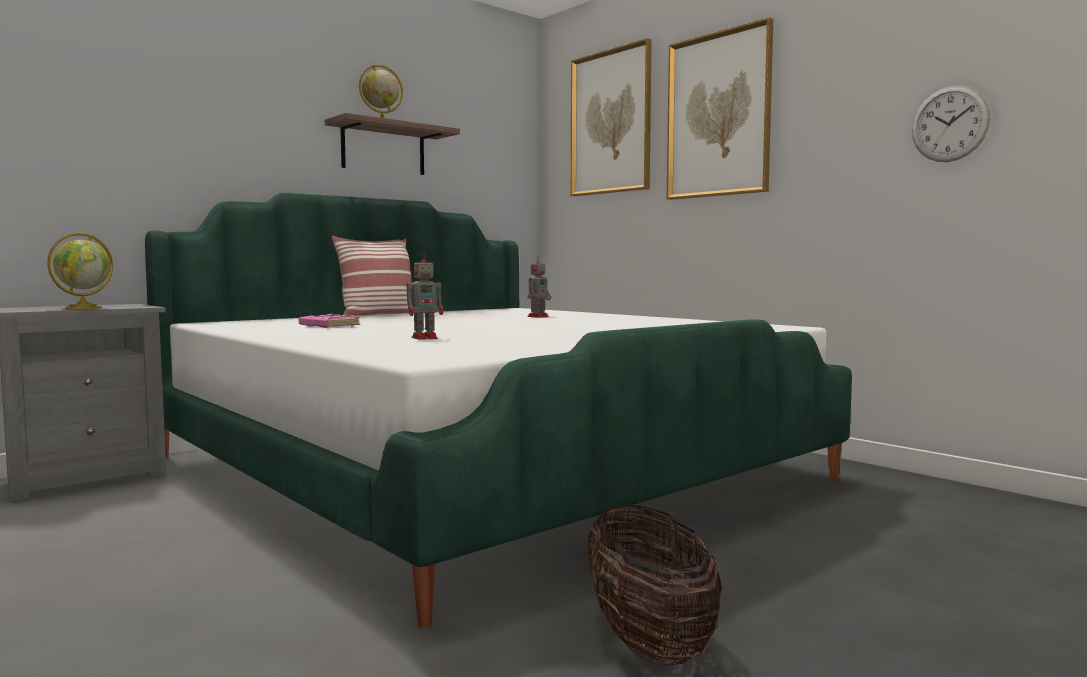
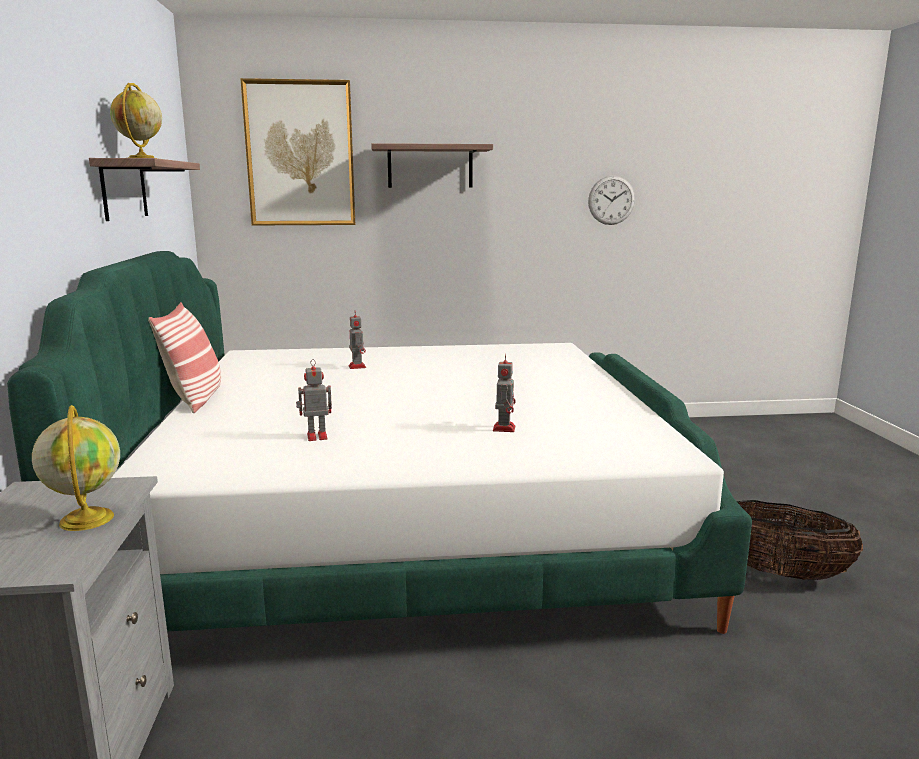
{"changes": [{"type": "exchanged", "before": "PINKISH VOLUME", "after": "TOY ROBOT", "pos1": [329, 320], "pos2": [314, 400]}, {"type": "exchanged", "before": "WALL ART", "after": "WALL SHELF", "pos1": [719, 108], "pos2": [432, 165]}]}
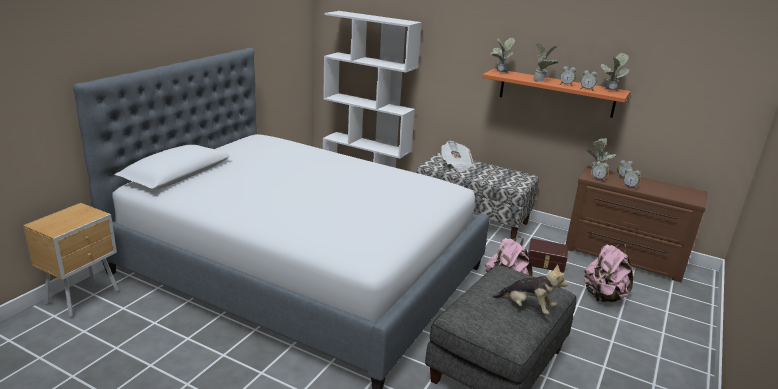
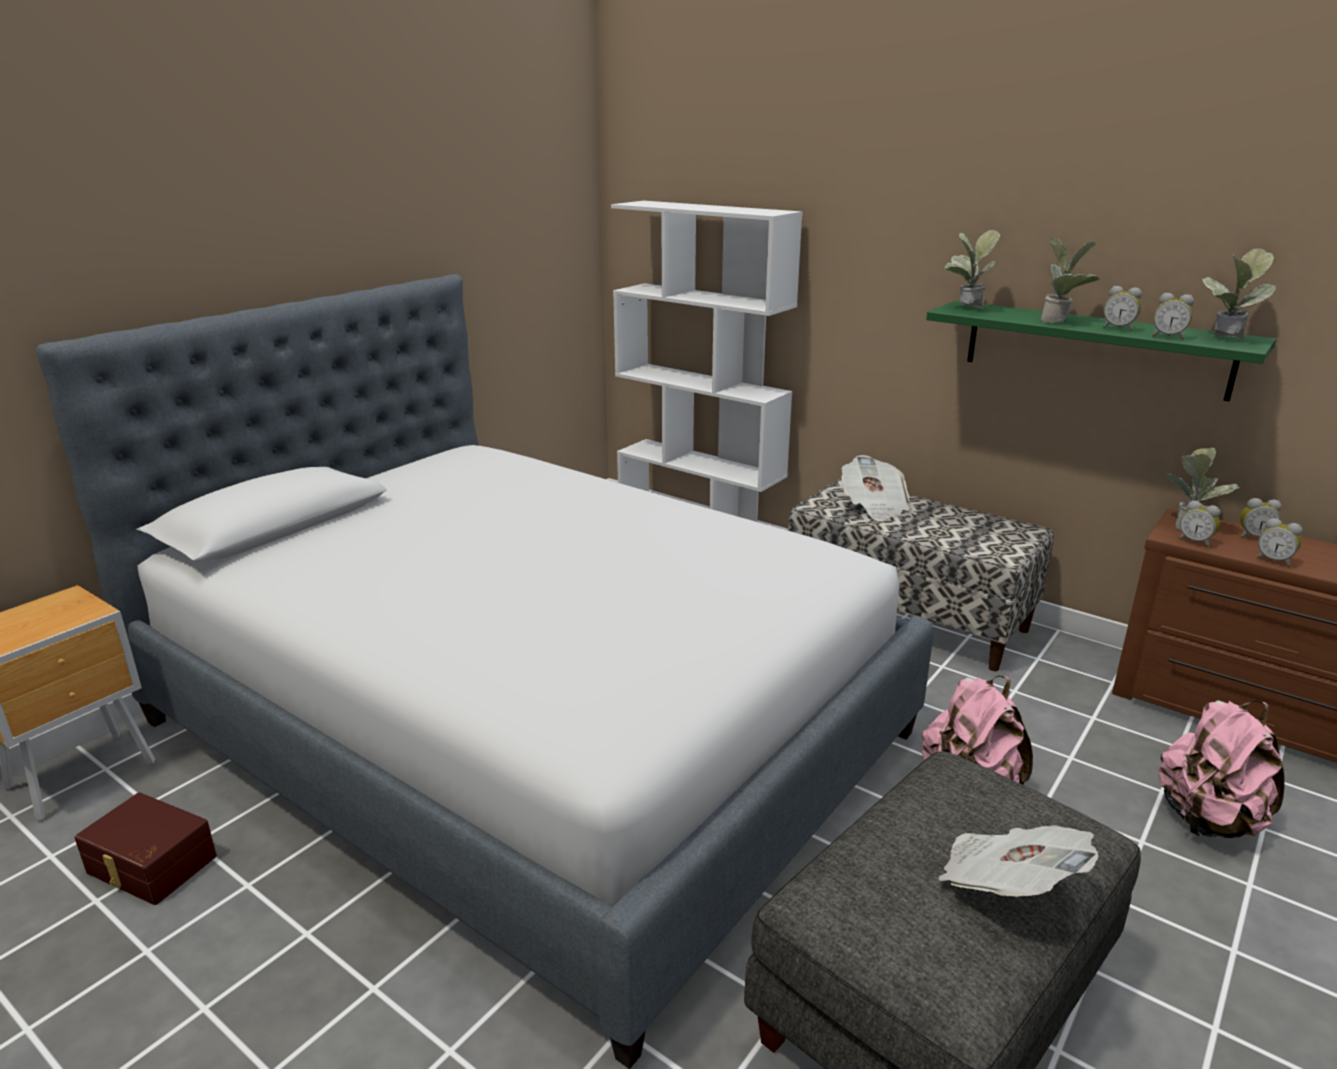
{"changes": [{"type": "relocated", "before": "BROWN-COLOURED STORAGE BIN", "pos1": [548, 255], "pos2": [145, 848]}, {"type": "exchanged", "before": "CUDDLY TOY", "after": "DAILY PAPER", "pos1": [530, 289], "pos2": [1018, 861]}, {"type": "colour", "before": "ORANGE WALL SHELF", "after": "GREENISH WALL SHELF", "pos1": [556, 93], "pos2": [1101, 351]}]}
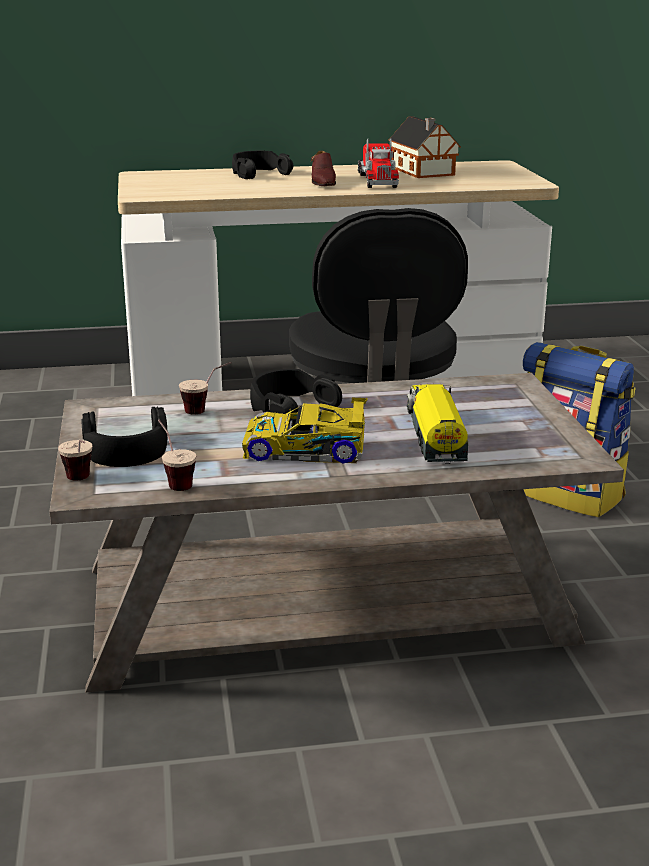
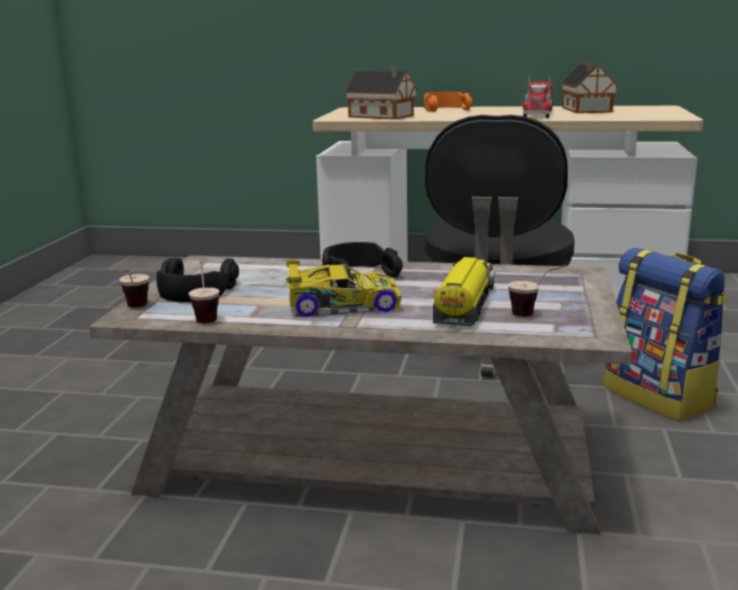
{"changes": [{"type": "missing", "before": "BROWN-COLOURED SHOE", "pos1": [323, 168]}, {"type": "appeared", "after": "MINIATURE HOUSE", "pos2": [381, 93]}, {"type": "relocated", "before": "SMALL CUP", "pos1": [205, 388], "pos2": [537, 291]}, {"type": "colour", "before": "BLACK PAIR OF HEADPHONES", "after": "ORANGE PAIR OF HEADPHONES", "pos1": [262, 165], "pos2": [448, 102]}, {"type": "spun", "before": "MINIATURE CAR", "pos1": [305, 431], "pos2": [343, 288], "turn": 150}]}
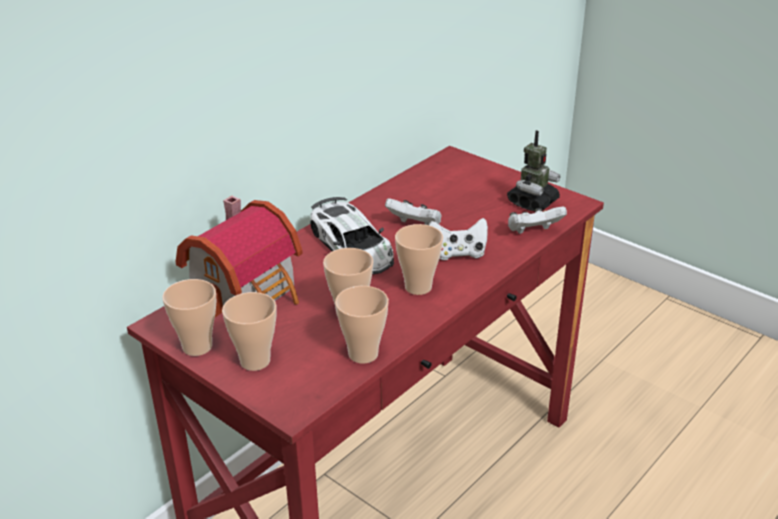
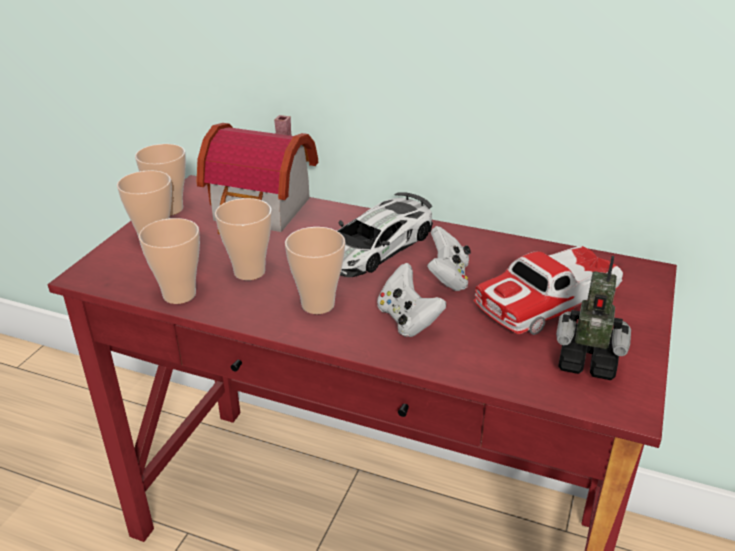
{"changes": [{"type": "missing", "before": "WHITE GAME CONTROLLER", "pos1": [537, 220]}, {"type": "appeared", "after": "MINIATURE CAR", "pos2": [548, 290]}]}
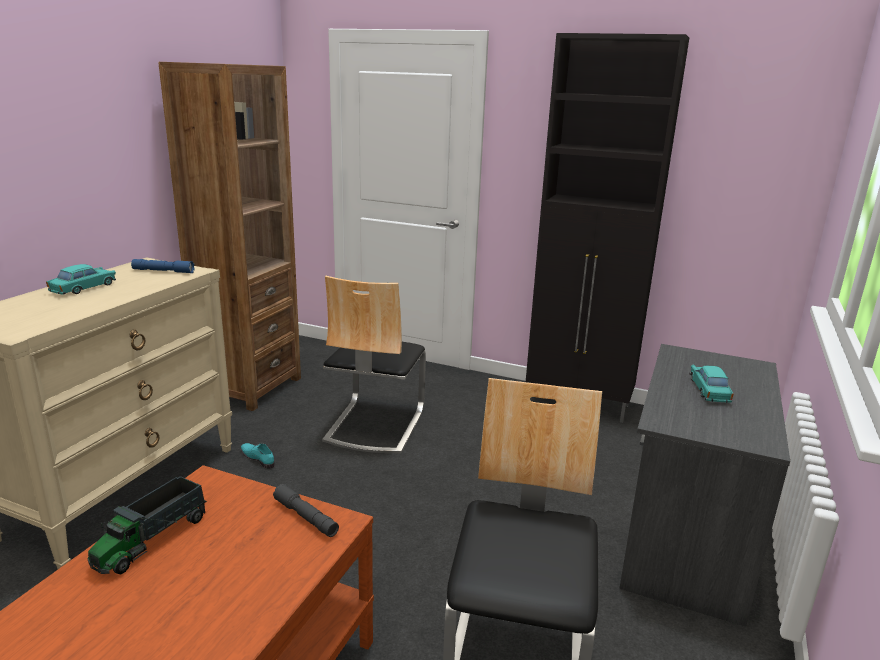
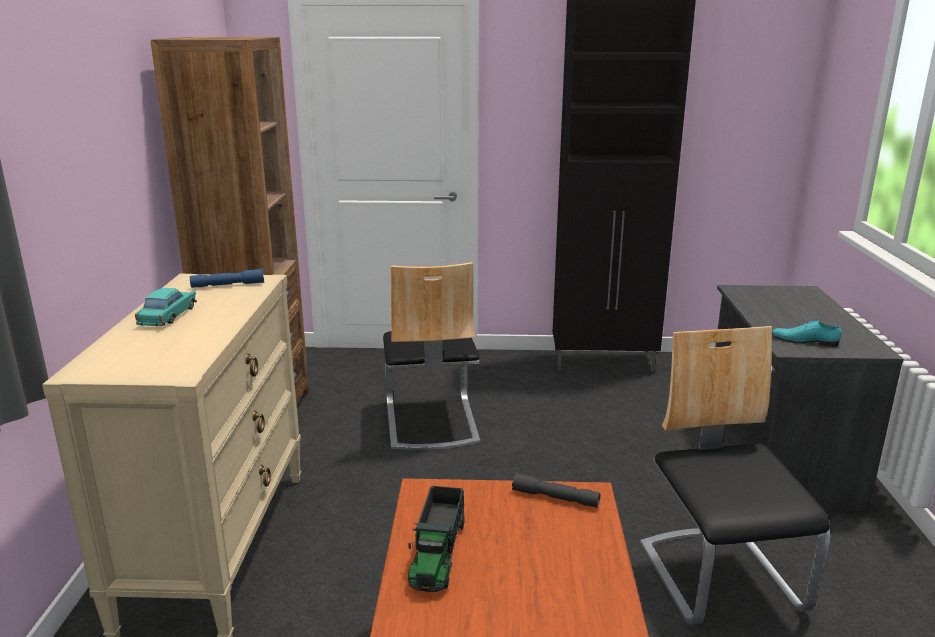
{"changes": [{"type": "missing", "before": "BLUE-GREEN MINIATURE CAR", "pos1": [711, 384]}, {"type": "relocated", "before": "BLUE-GREEN SHOE", "pos1": [257, 456], "pos2": [807, 333]}]}
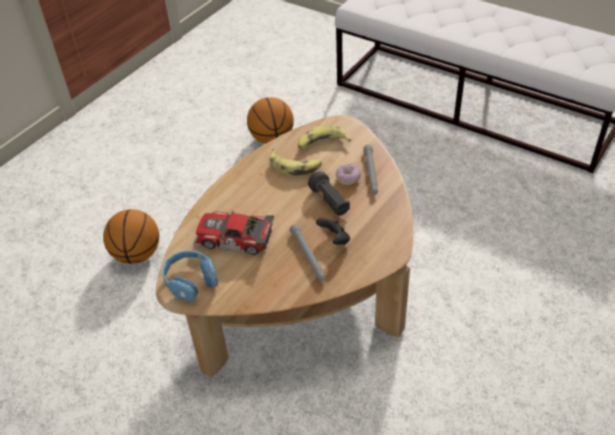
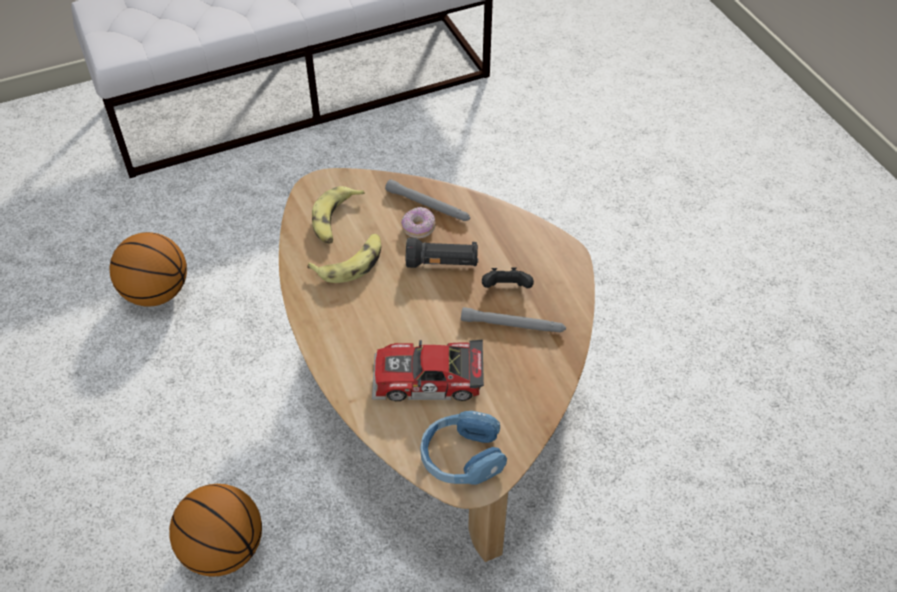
{"changes": [{"type": "spun", "before": "MINIATURE CAR", "pos1": [233, 233], "pos2": [428, 370], "turn": 45}]}
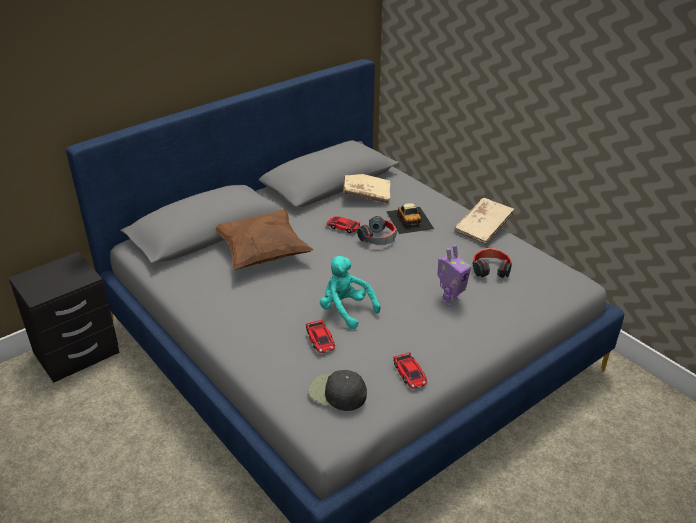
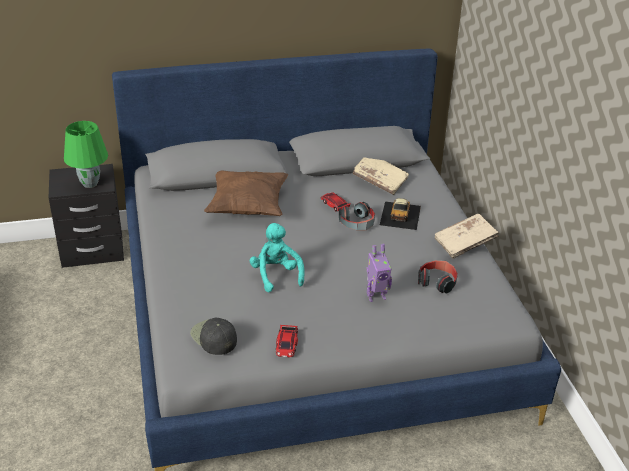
{"changes": [{"type": "missing", "before": "MINIATURE CAR", "pos1": [320, 336]}, {"type": "appeared", "after": "GREENISH TABLE LAMP", "pos2": [86, 154]}]}
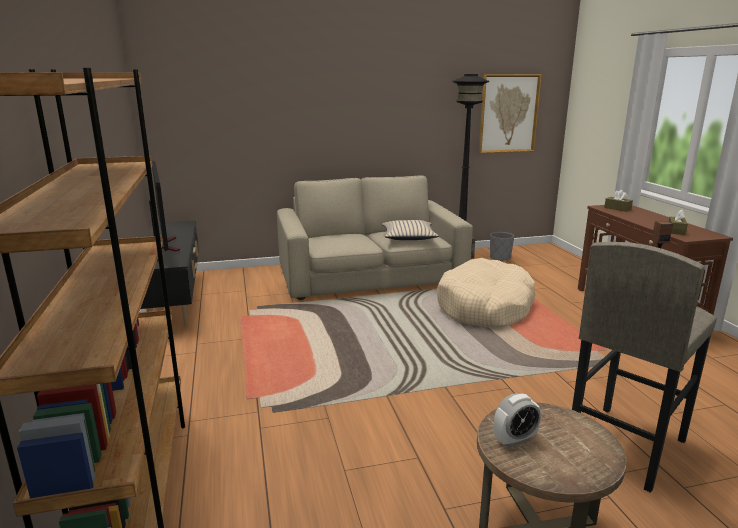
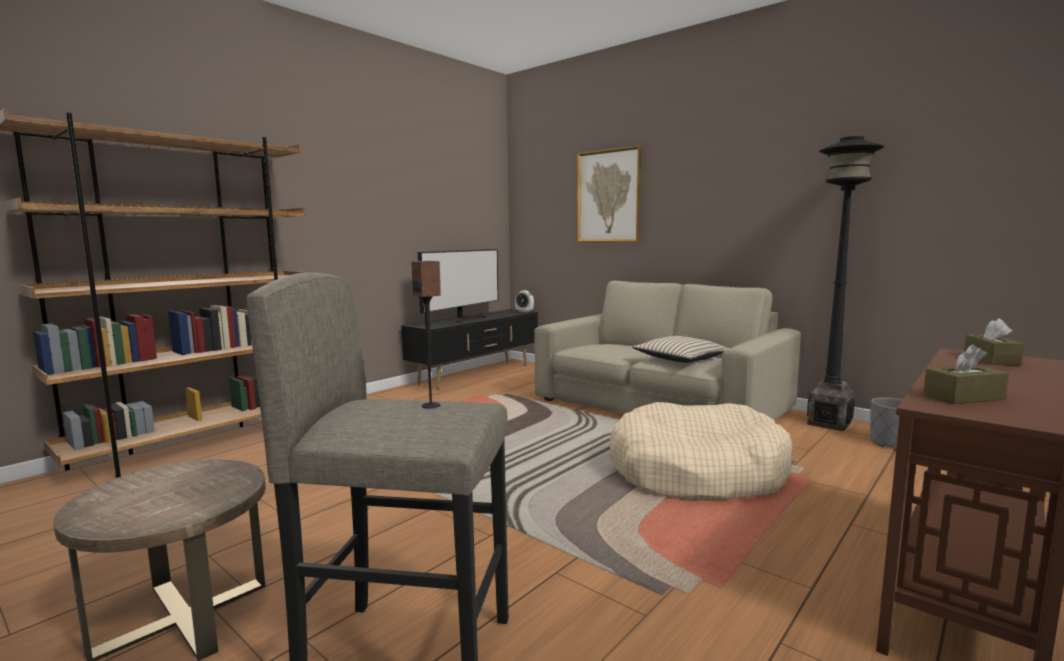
{"changes": [{"type": "relocated", "before": "WALL ART", "pos1": [510, 114], "pos2": [609, 193]}, {"type": "relocated", "before": "TABLE CLOCK", "pos1": [517, 420], "pos2": [524, 301]}]}
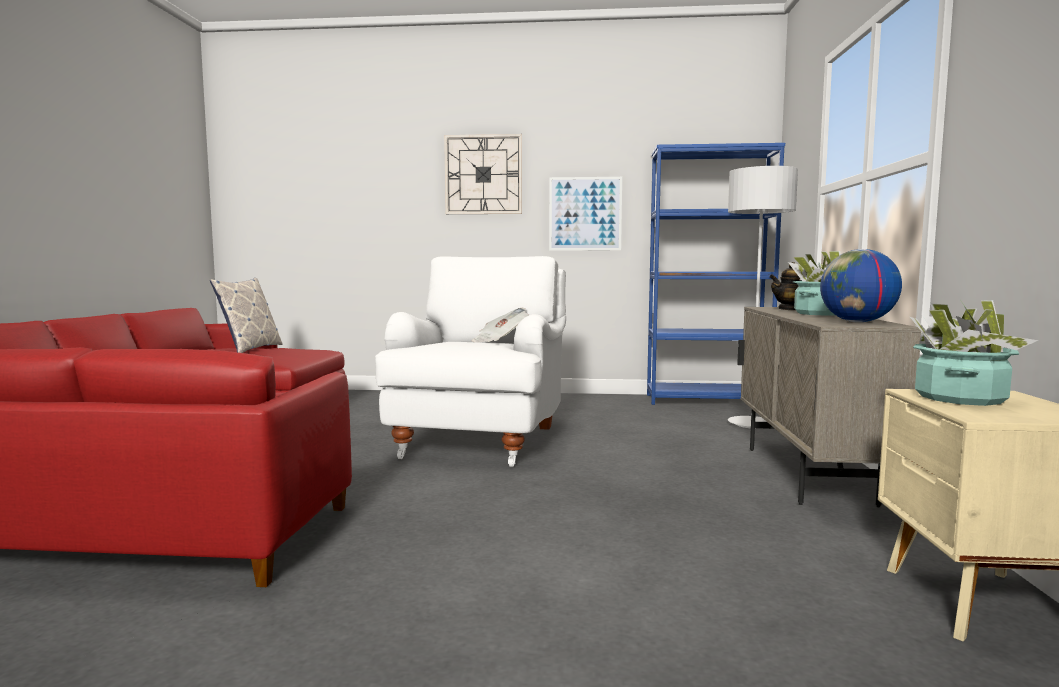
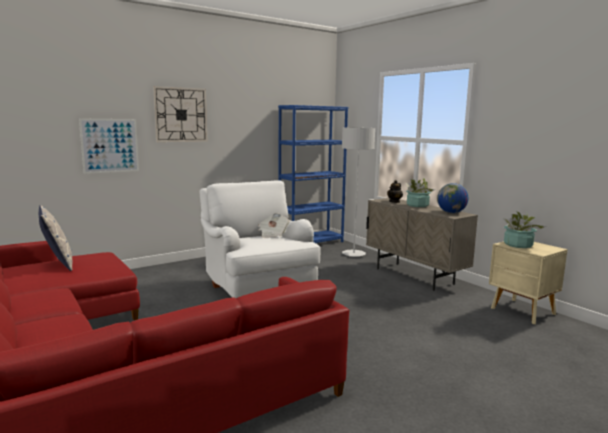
{"changes": [{"type": "relocated", "before": "WALL ART", "pos1": [585, 213], "pos2": [109, 146]}]}
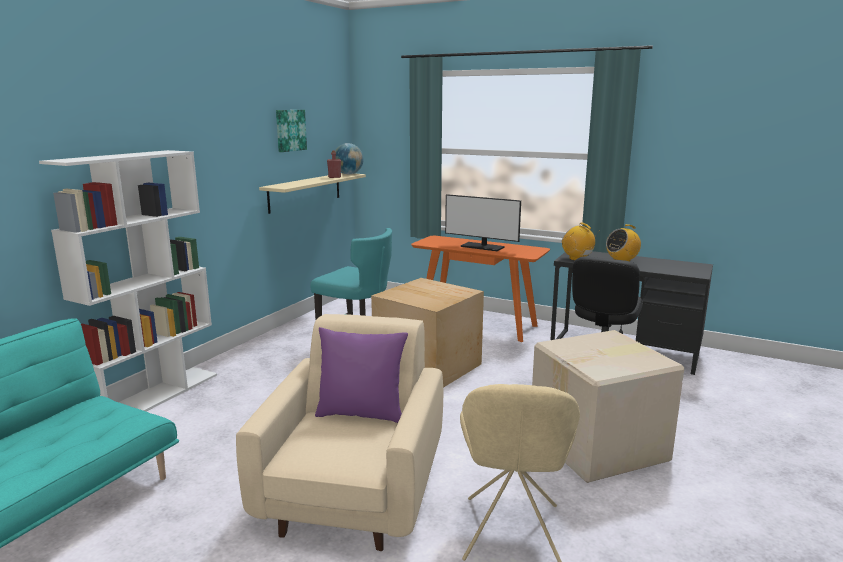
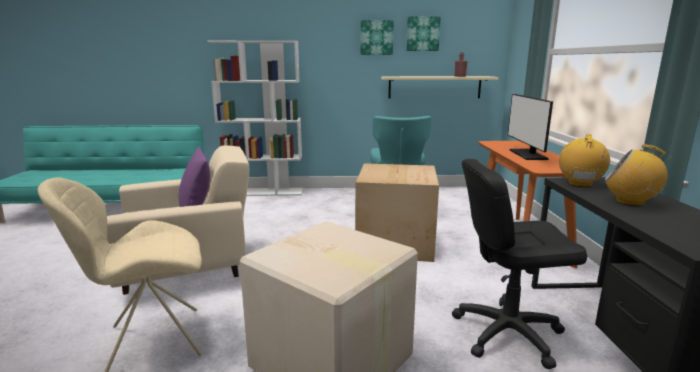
{"changes": [{"type": "missing", "before": "WORLD GLOBE", "pos1": [349, 158]}, {"type": "appeared", "after": "WALL ART", "pos2": [377, 37]}]}
